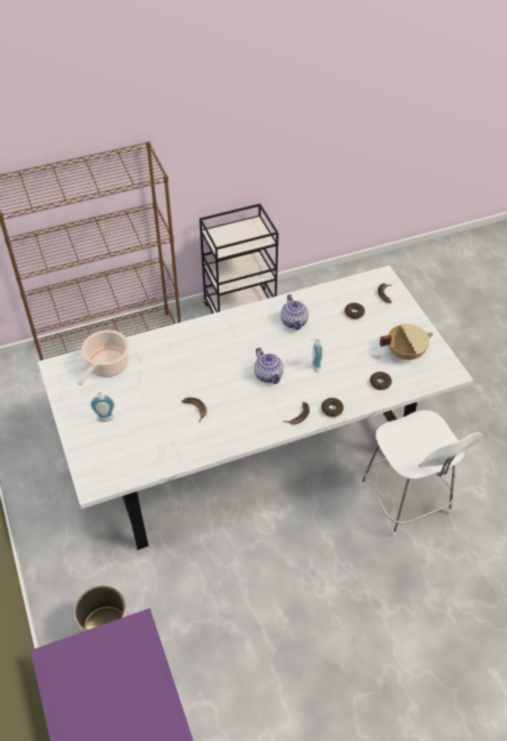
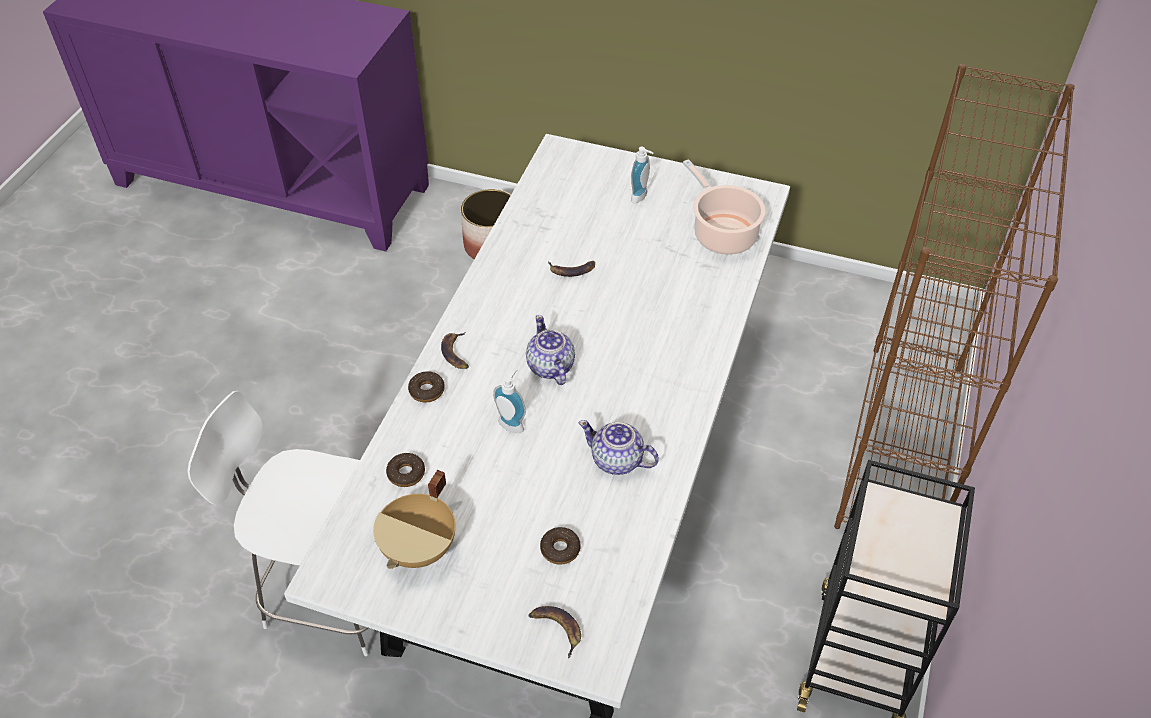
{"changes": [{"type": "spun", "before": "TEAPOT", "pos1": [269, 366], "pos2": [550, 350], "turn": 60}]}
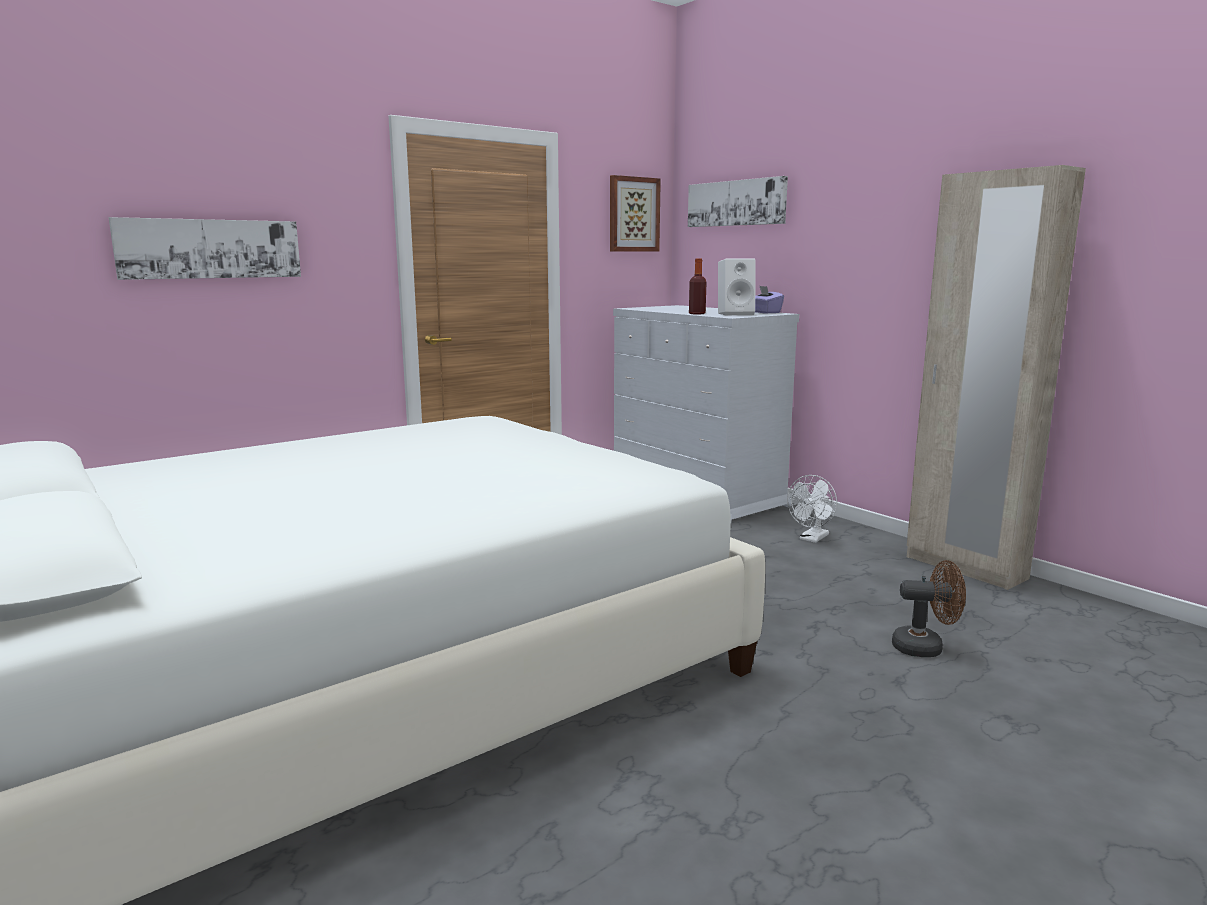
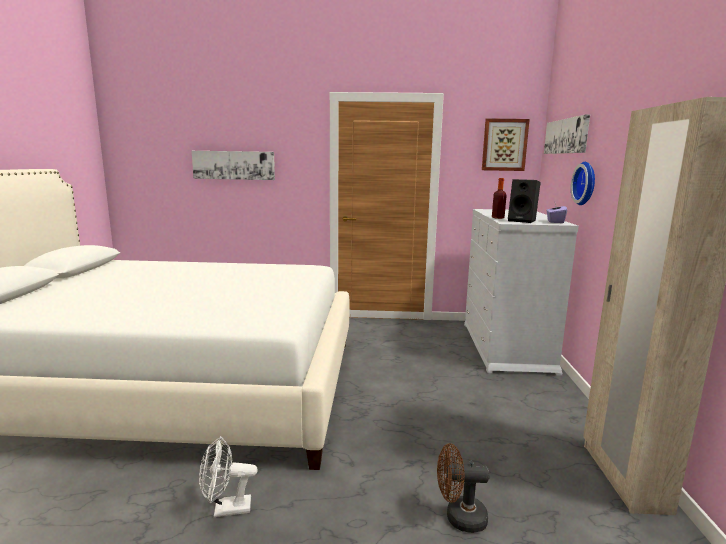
{"changes": [{"type": "appeared", "after": "WALL CLOCK", "pos2": [583, 183]}, {"type": "relocated", "before": "WHITE ELECTRIC FAN", "pos1": [812, 509], "pos2": [228, 476]}, {"type": "colour", "before": "WHITE LOUDSPEAKER", "after": "BLACK LOUDSPEAKER", "pos1": [737, 287], "pos2": [524, 201]}, {"type": "spun", "before": "BROWN-COLOURED ELECTRIC FAN", "pos1": [929, 608], "pos2": [463, 488], "turn": 135}]}
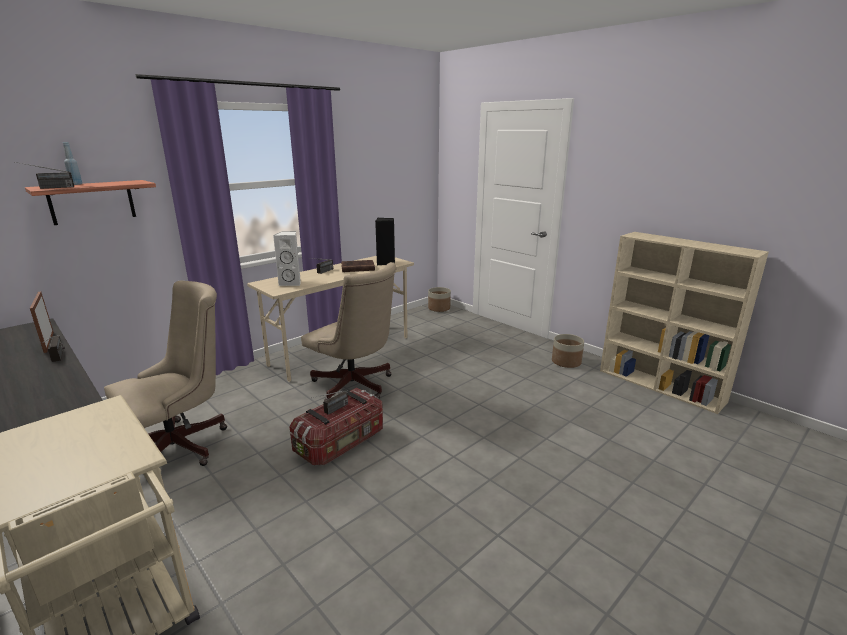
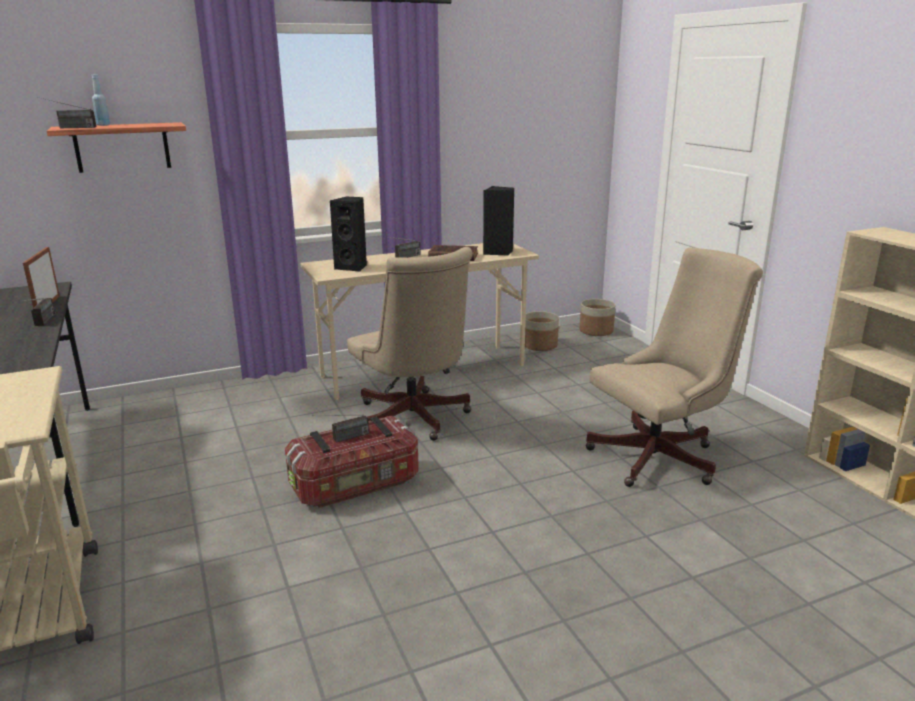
{"changes": [{"type": "relocated", "before": "BEIGE COMPUTER CHAIR", "pos1": [165, 373], "pos2": [674, 367]}, {"type": "relocated", "before": "FLOWER POT", "pos1": [568, 351], "pos2": [542, 331]}, {"type": "colour", "before": "WHITE LOUDSPEAKER", "after": "BLACK LOUDSPEAKER", "pos1": [287, 258], "pos2": [348, 234]}]}
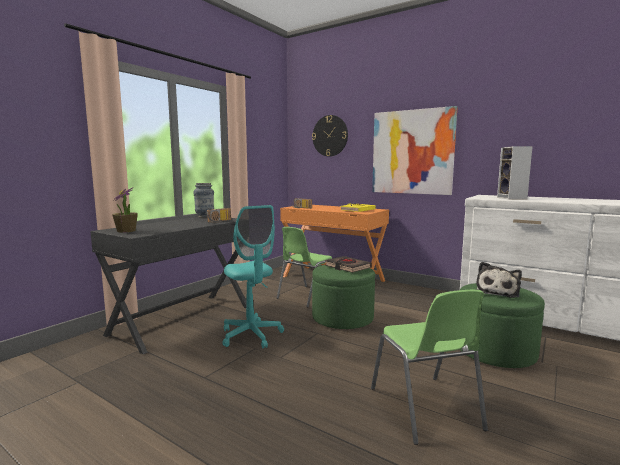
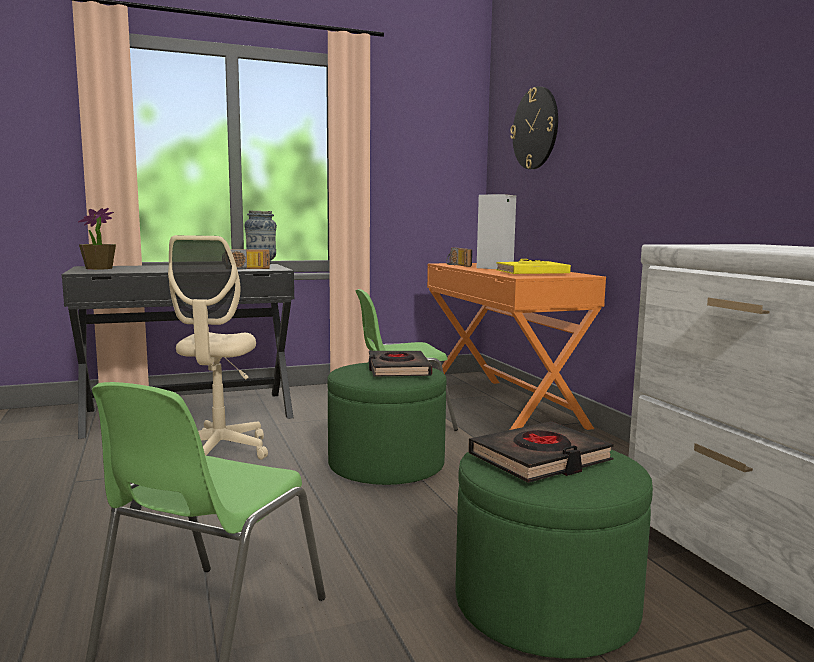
{"changes": [{"type": "missing", "before": "WALL ART", "pos1": [414, 150]}, {"type": "relocated", "before": "LOUDSPEAKER", "pos1": [515, 173], "pos2": [496, 231]}, {"type": "exchanged", "before": "CUDDLY TOY", "after": "BLACK VOLUME", "pos1": [499, 280], "pos2": [541, 452]}, {"type": "colour", "before": "BLUE-GREEN COMPUTER CHAIR", "after": "BEIGE COMPUTER CHAIR", "pos1": [253, 276], "pos2": [218, 347]}]}
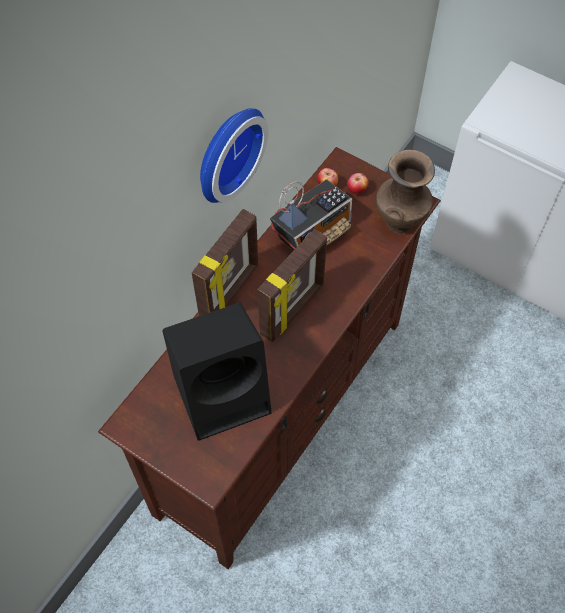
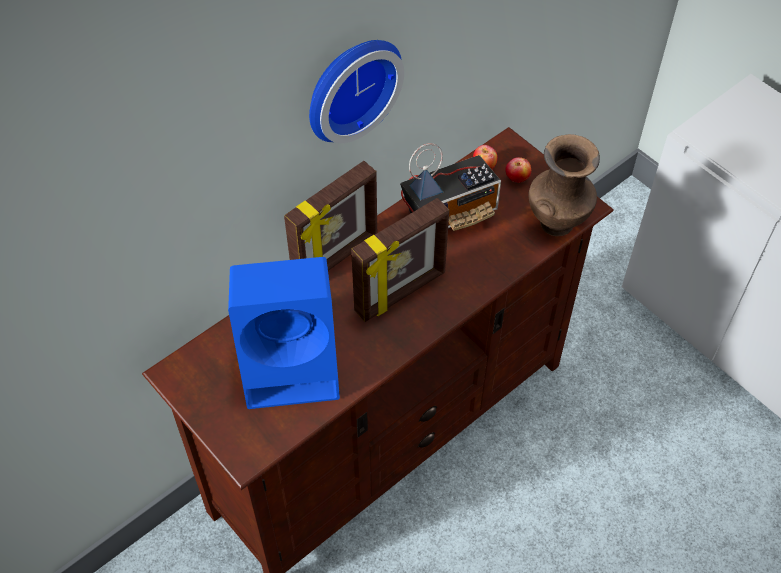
{"changes": [{"type": "colour", "before": "BLACK LOUDSPEAKER", "after": "BLUE-COLOURED LOUDSPEAKER", "pos1": [217, 372], "pos2": [284, 333]}]}
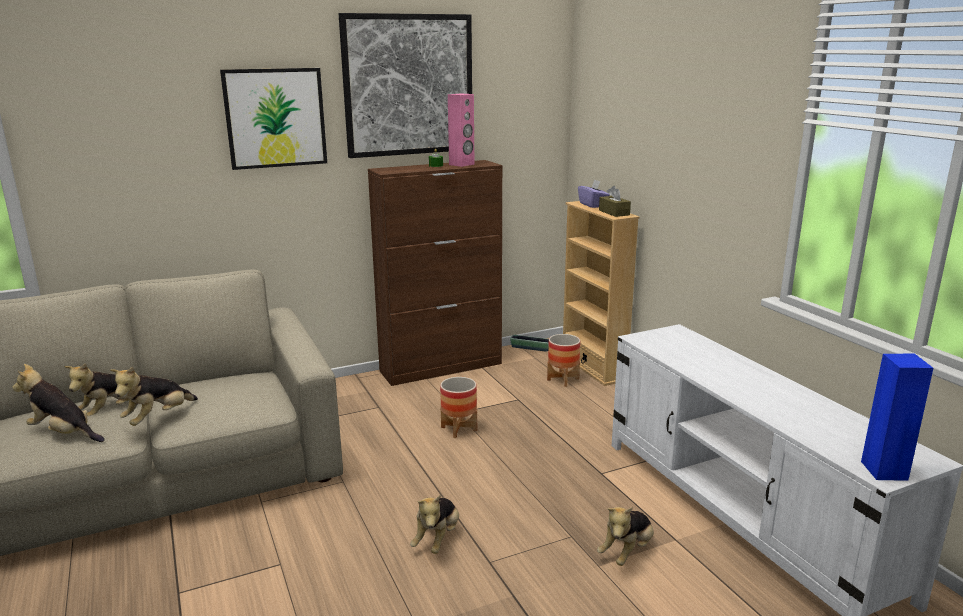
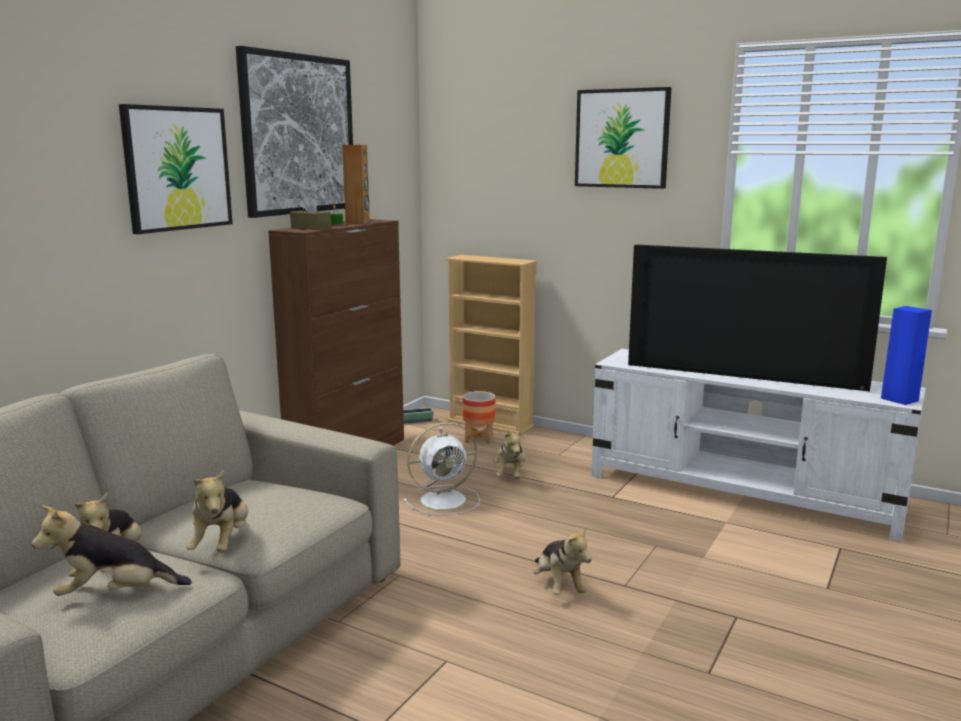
{"changes": [{"type": "missing", "before": "PURPLE TISSUE BOX", "pos1": [594, 193]}, {"type": "appeared", "after": "WALL ART", "pos2": [623, 138]}, {"type": "appeared", "after": "TV SET", "pos2": [757, 318]}, {"type": "relocated", "before": "CUDDLY TOY", "pos1": [625, 536], "pos2": [509, 454]}, {"type": "relocated", "before": "BROWN-COLOURED TISSUE BOX", "pos1": [615, 201], "pos2": [310, 213]}, {"type": "exchanged", "before": "FLOWER POT", "after": "WHITE ELECTRIC FAN", "pos1": [458, 407], "pos2": [441, 468]}, {"type": "colour", "before": "PINKISH LOUDSPEAKER", "after": "BROWN-COLOURED LOUDSPEAKER", "pos1": [461, 130], "pos2": [356, 184]}]}
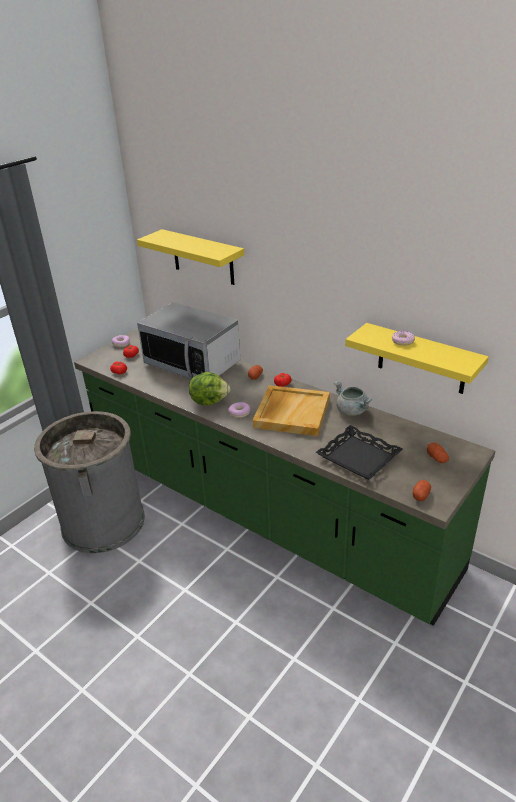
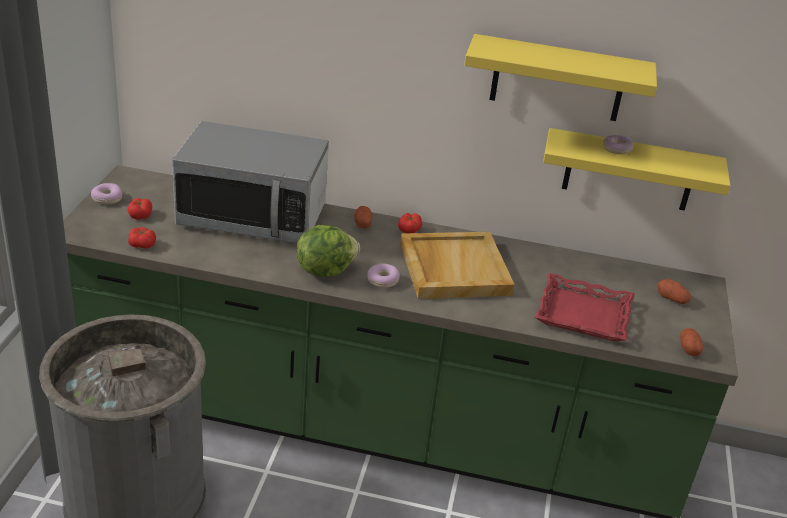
{"changes": [{"type": "missing", "before": "GRAY STOCKPOT", "pos1": [353, 398]}, {"type": "relocated", "before": "YELLOWISH WALL SHELF", "pos1": [190, 257], "pos2": [560, 77]}, {"type": "colour", "before": "BLACK CARRYING TRAY", "after": "RED CARRYING TRAY", "pos1": [359, 452], "pos2": [585, 307]}]}
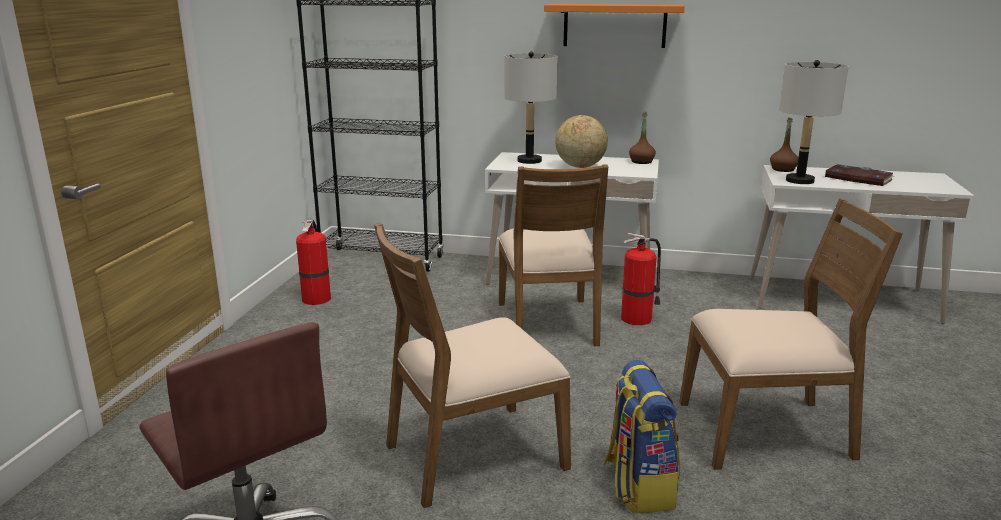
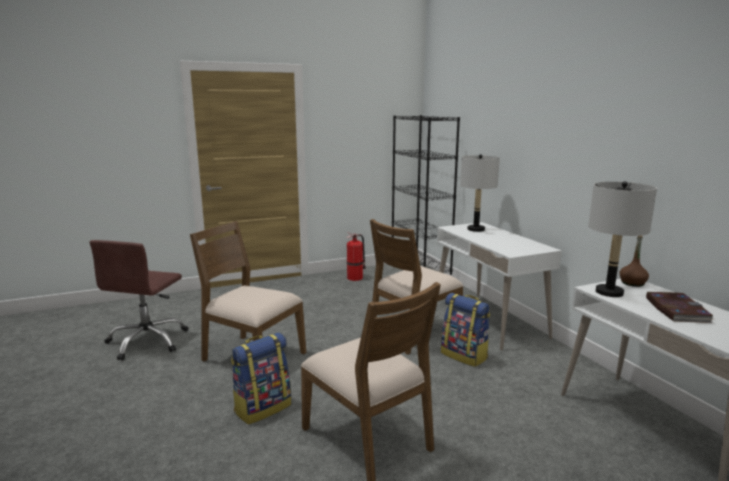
{"changes": [{"type": "missing", "before": "ORANGE WALL SHELF", "pos1": [614, 26]}, {"type": "missing", "before": "WORLD GLOBE", "pos1": [581, 141]}, {"type": "missing", "before": "BROWN-COLOURED BEVERAGE BOTTLE", "pos1": [642, 138]}, {"type": "exchanged", "before": "EXTINGUISHER", "after": "BACKPACK", "pos1": [641, 278], "pos2": [465, 330]}]}
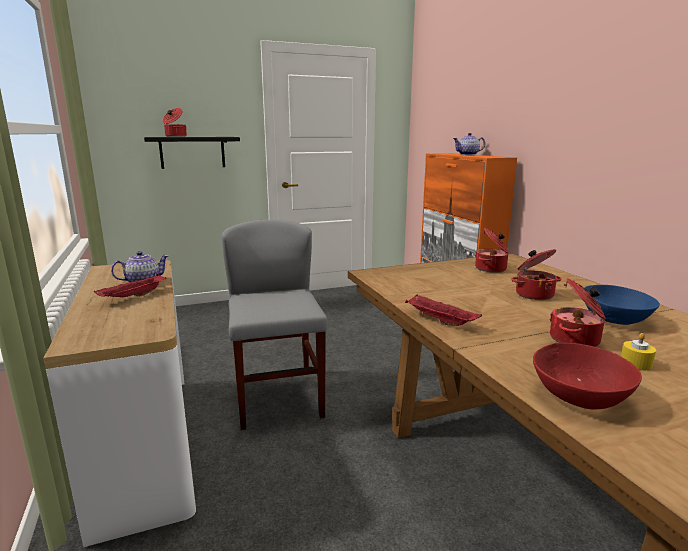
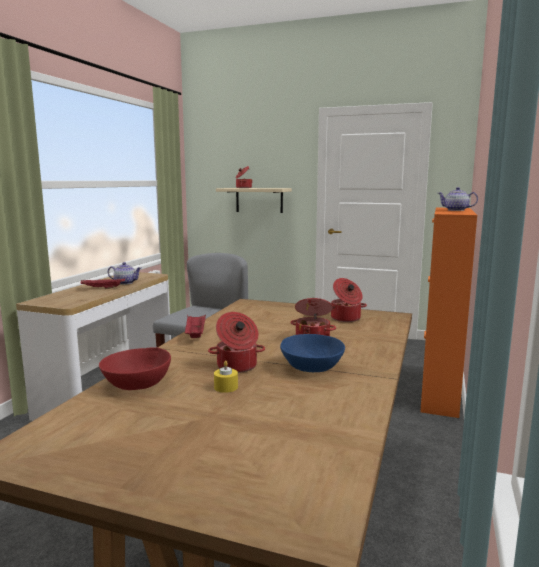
{"changes": [{"type": "colour", "before": "BLACK WALL SHELF", "after": "BEIGE WALL SHELF", "pos1": [192, 153], "pos2": [254, 200]}]}
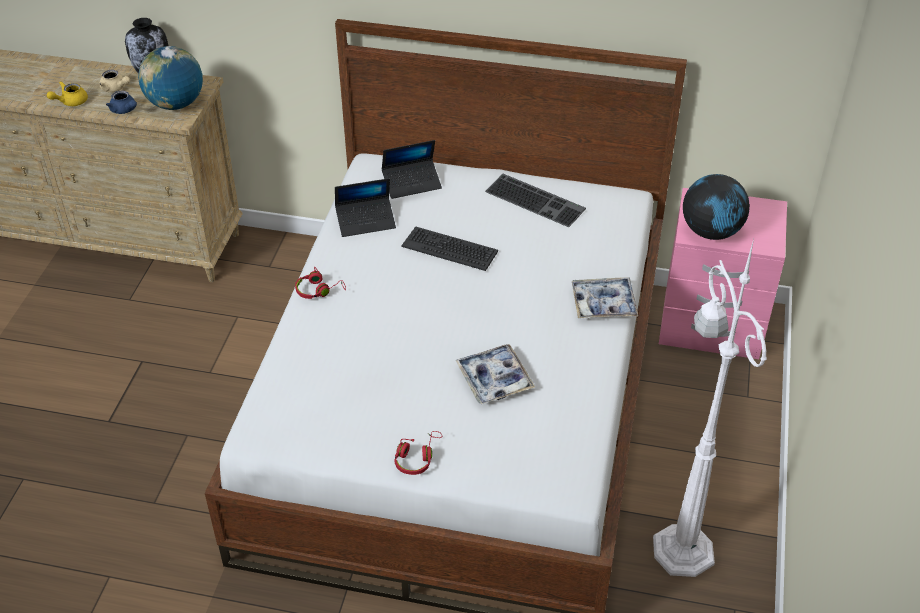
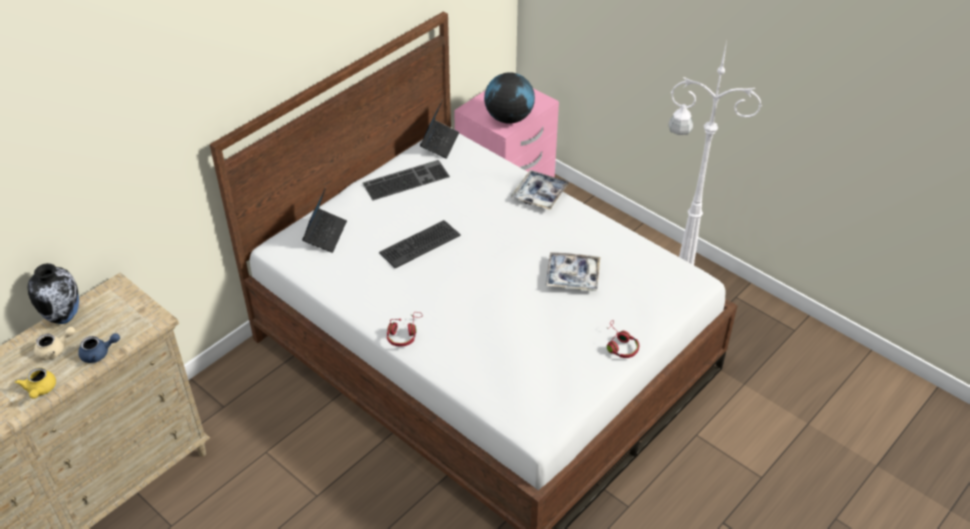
{"changes": [{"type": "missing", "before": "WORLD GLOBE", "pos1": [170, 78]}, {"type": "relocated", "before": "LAPTOP", "pos1": [365, 207], "pos2": [439, 129]}]}
